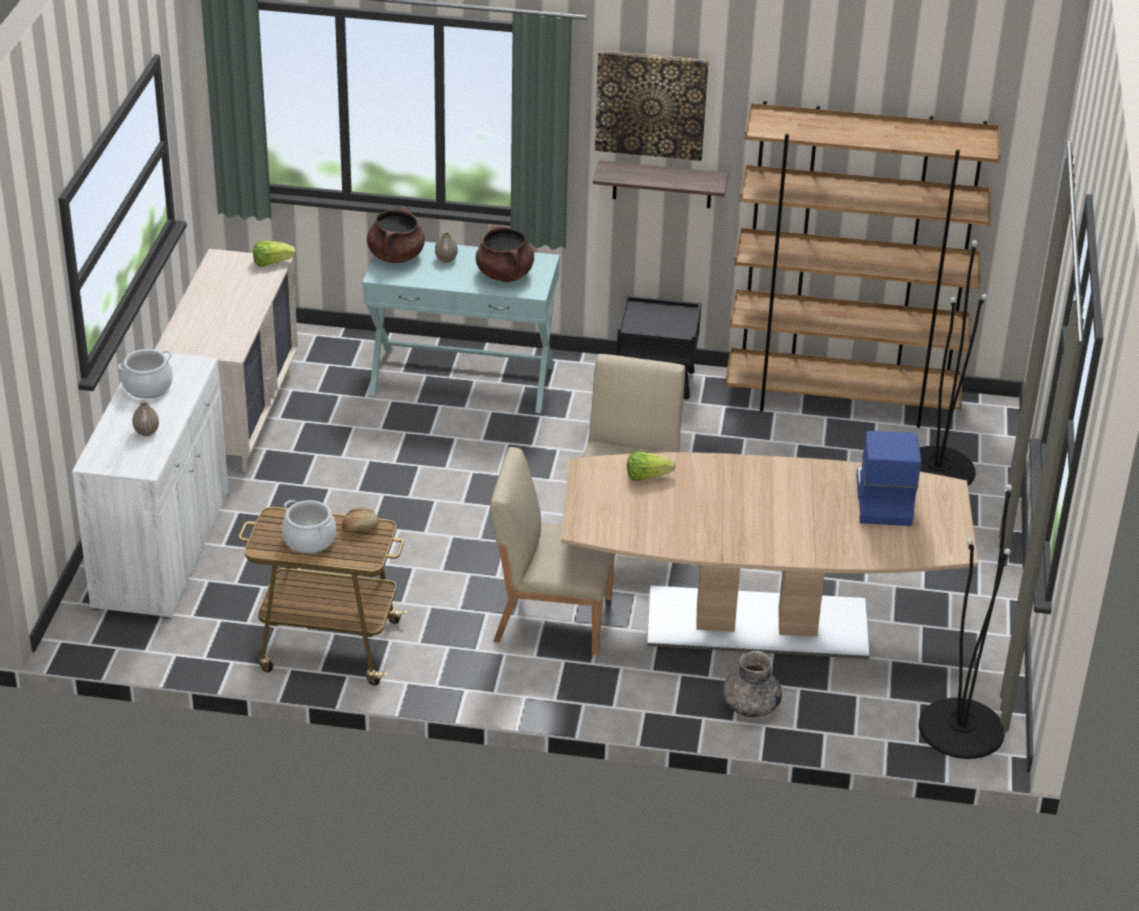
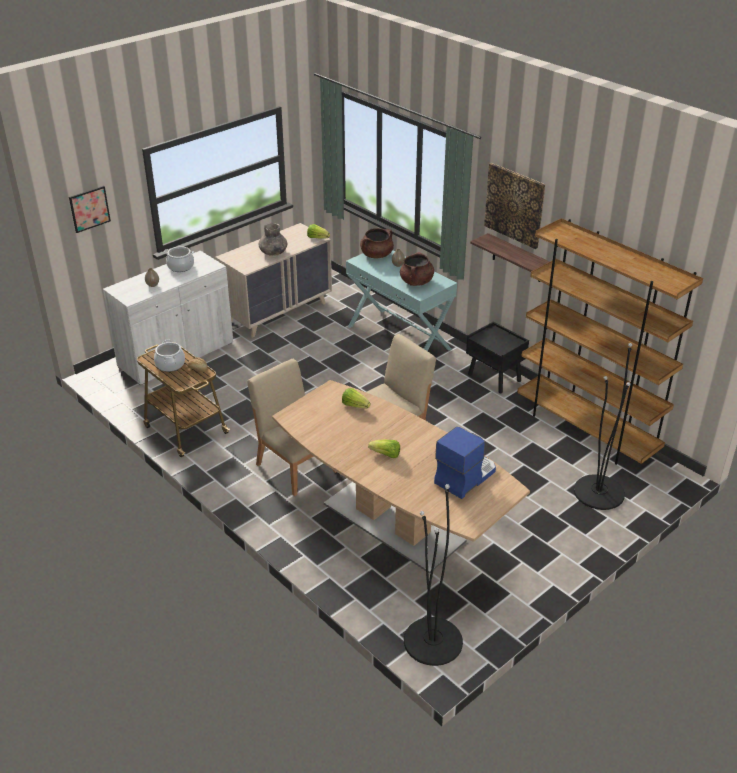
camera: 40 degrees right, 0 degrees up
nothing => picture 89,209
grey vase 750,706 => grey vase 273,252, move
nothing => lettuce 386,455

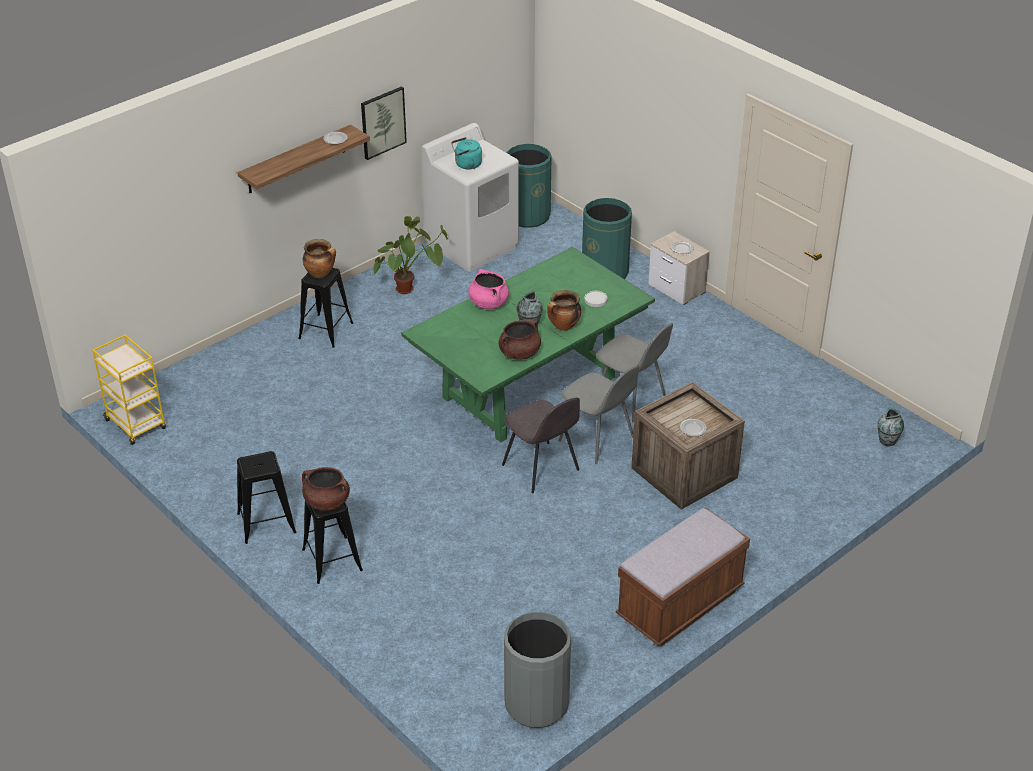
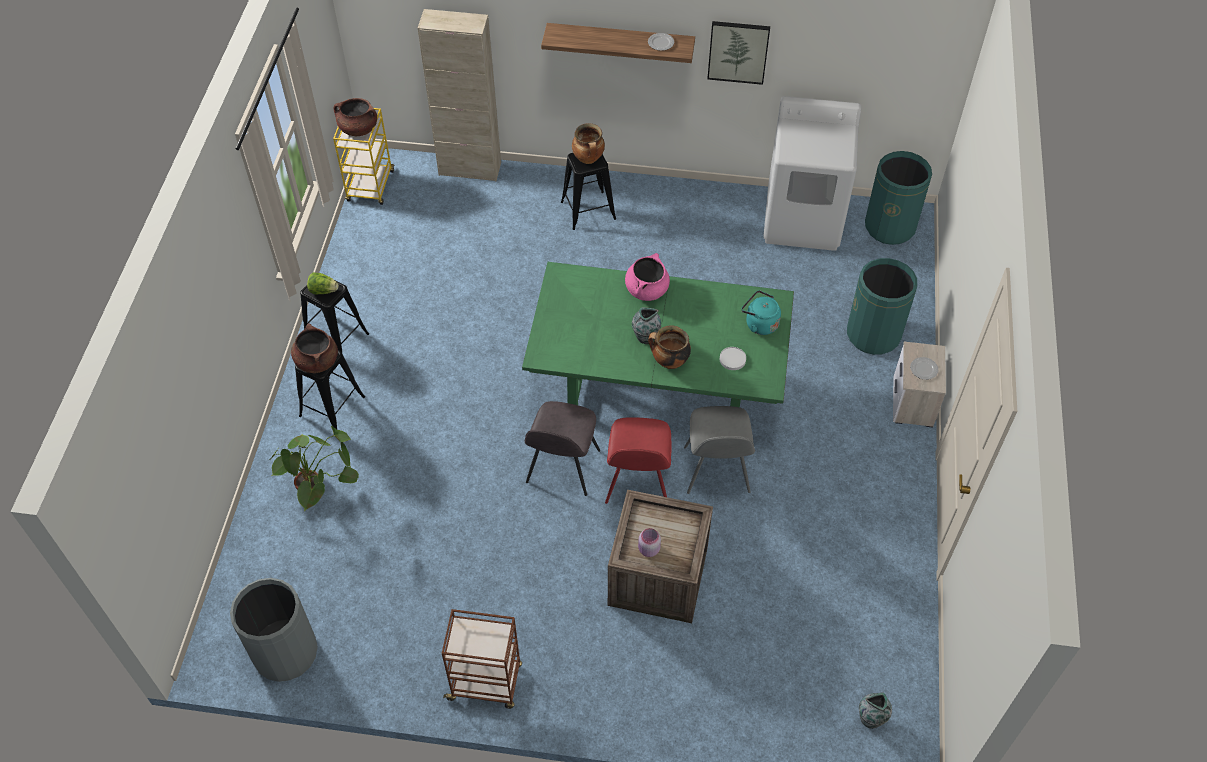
camera: 50 degrees right, 15 degrees up
potted plant 411,285 => potted plant 322,491, move
nothing => lettuce 323,290
brown cooking pot 519,353 => brown cooking pot 358,129, move
nothing => beige cabinet 470,169
brown bench 680,604 => brown cart 486,682
grey chair 598,440 => red chair 638,483
plate 693,429 => pink jar 648,550
turquoise kettle 466,165 => turquoise kettle 759,323, move

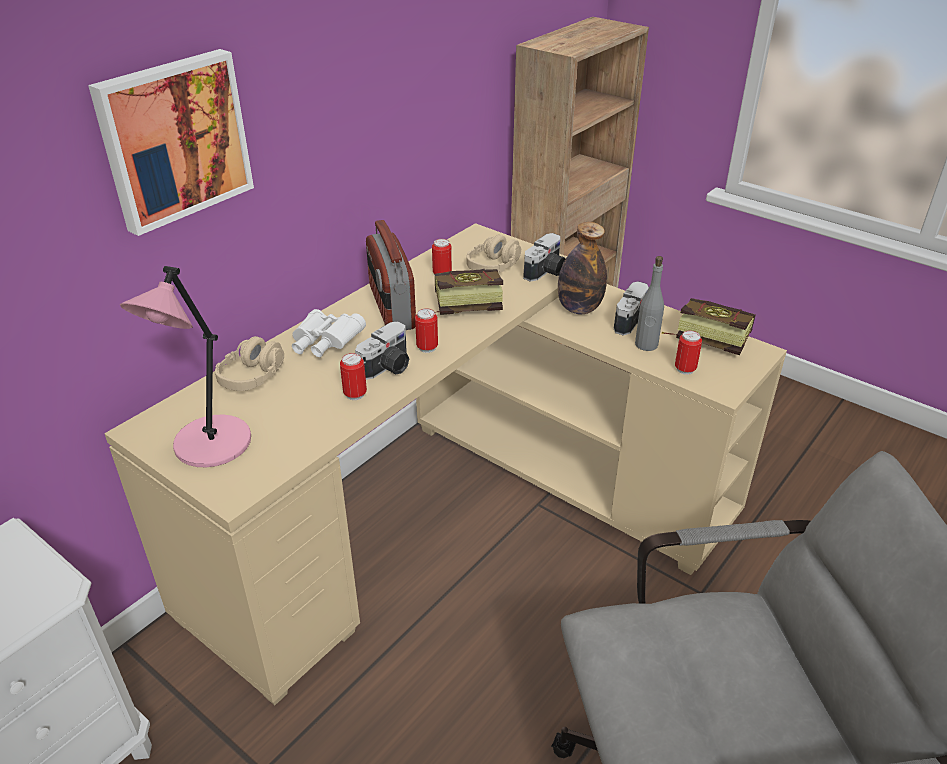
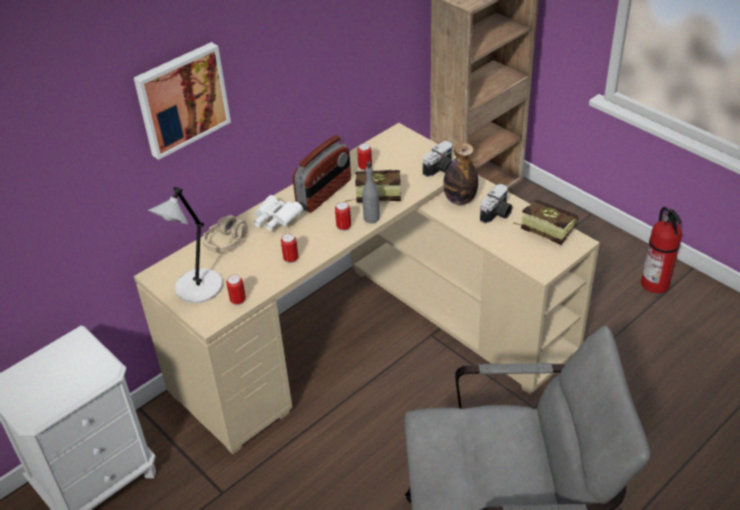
camera: 10 degrees right, 5 degrees up
pink table lamp 210,445 => grey table lamp 197,289
can 685,369 => can 238,301, move
radio 391,307 => radio 324,194, 135 degrees counterclockwise
grey bottle 646,345 => grey bottle 371,218, move
nothing => fire extinguisher 655,284
photo camera 388,368 => nothing
beige headphones 493,266 => nothing

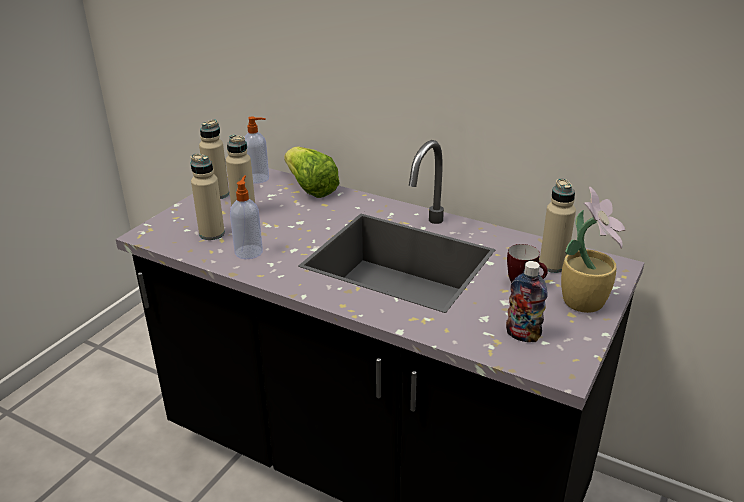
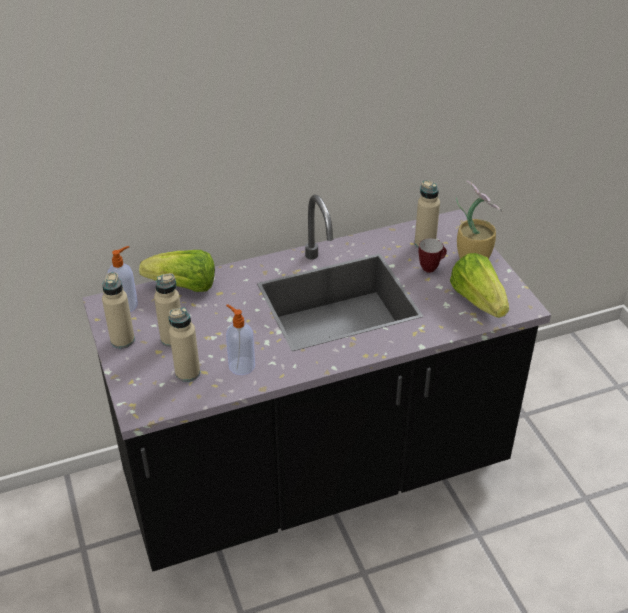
camera: 50 degrees left, 10 degrees up
bottle 522,335 => lettuce 478,300

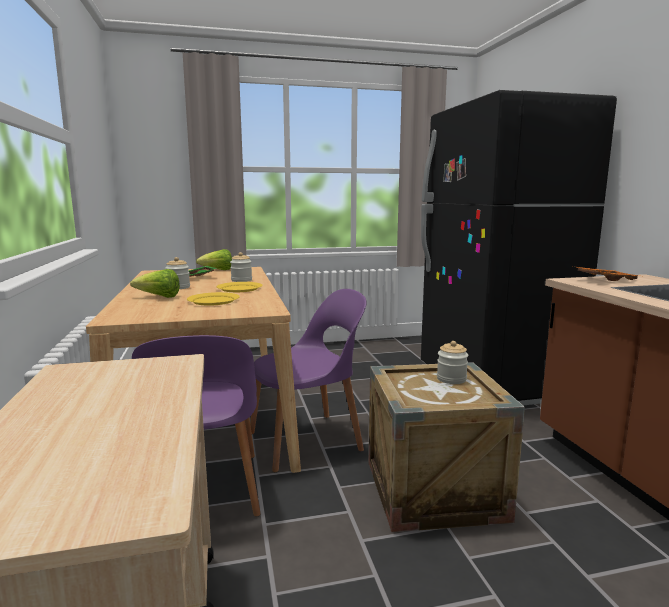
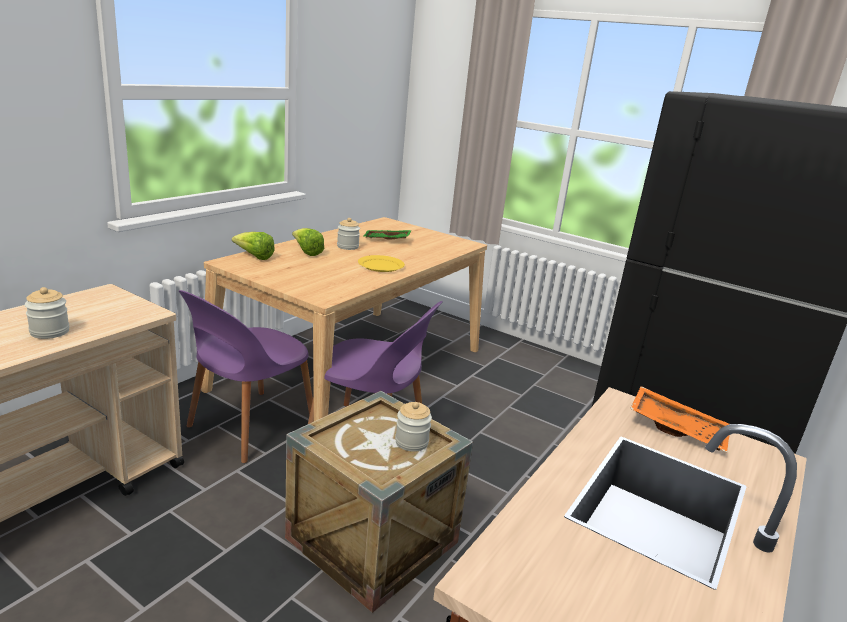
camera: 45 degrees right, 10 degrees up
jar 241,280 => jar 50,332, move
lettuce 217,270 => lettuce 254,257, move
yellow plate 214,301 => nothing

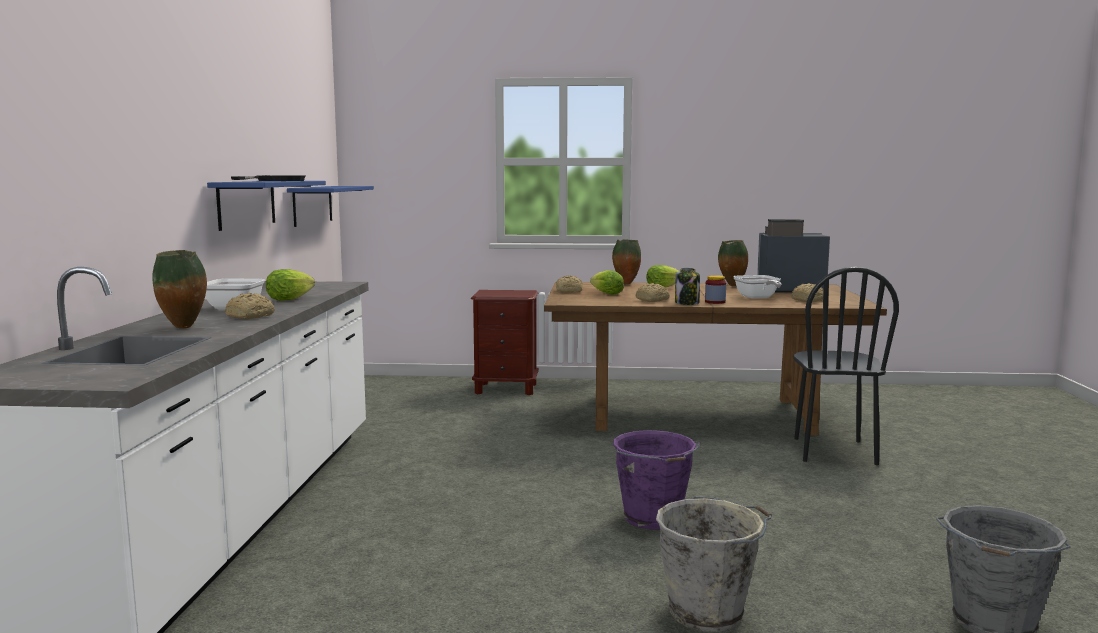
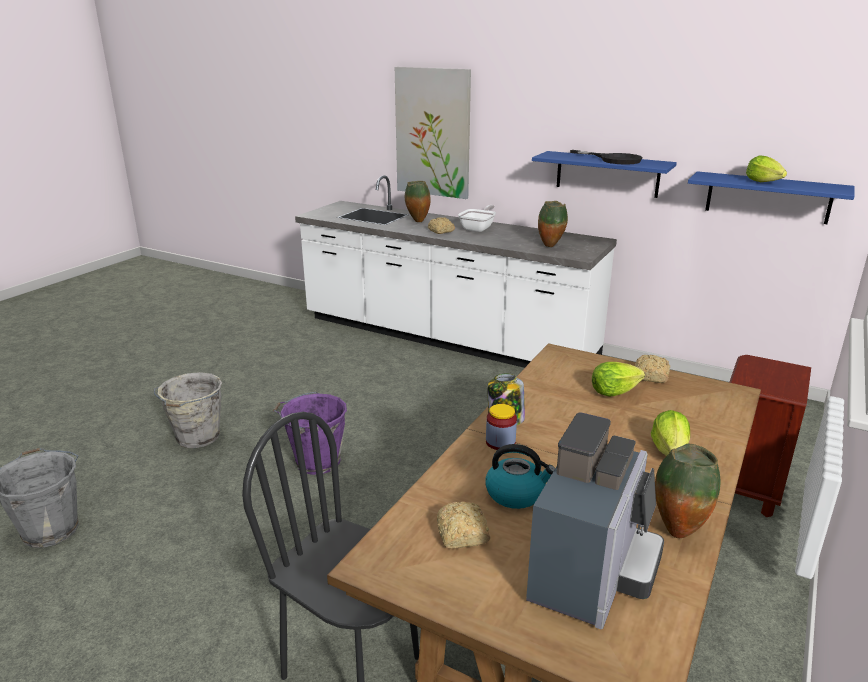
camera: 115 degrees right, 15 degrees up
nothing => picture 433,133
frying pan 757,298 => kettle 516,494
vase 625,284 => vase 551,246, move
lettuce 289,299 => lettuce 763,182, move
bread 653,300 => nothing

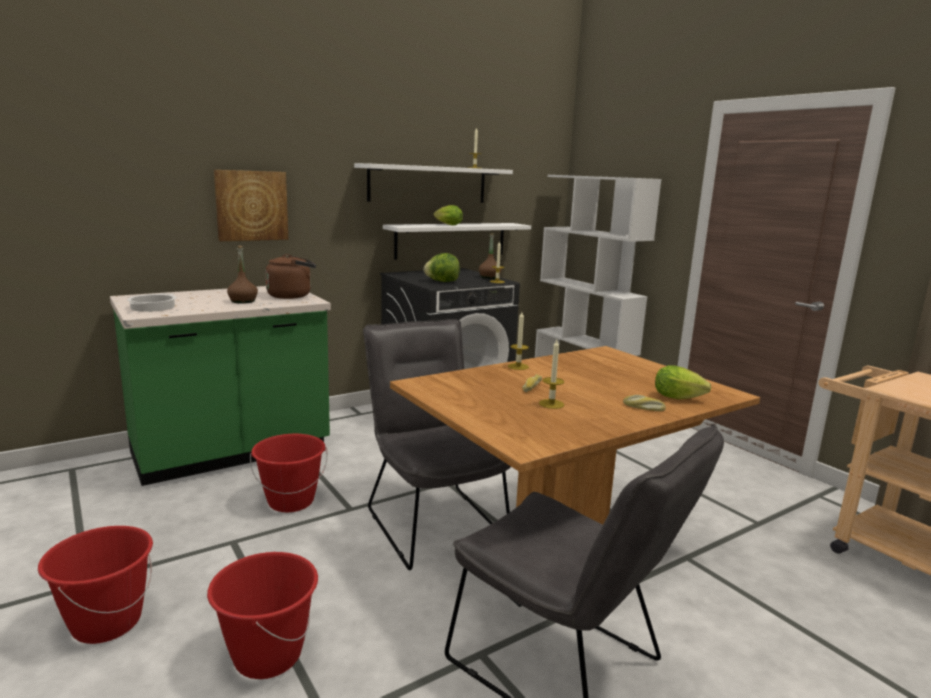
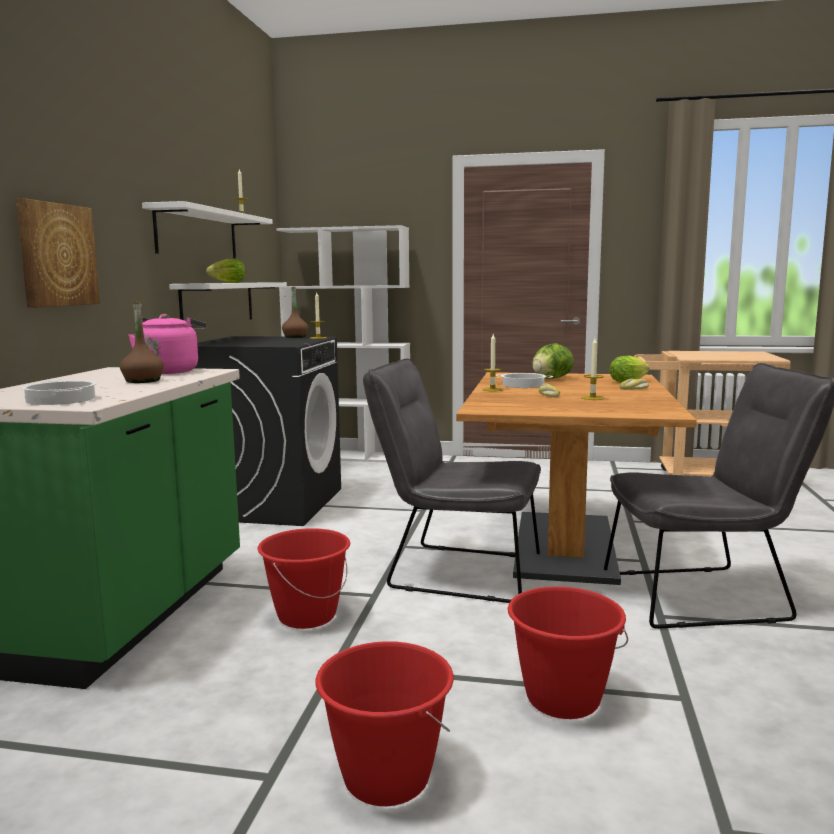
camera: 45 degrees left, 5 degrees down
brown kettle 292,296 => pink kettle 170,371
nothing => cooking pot 522,385
lettuce 442,281 => lettuce 551,378, move

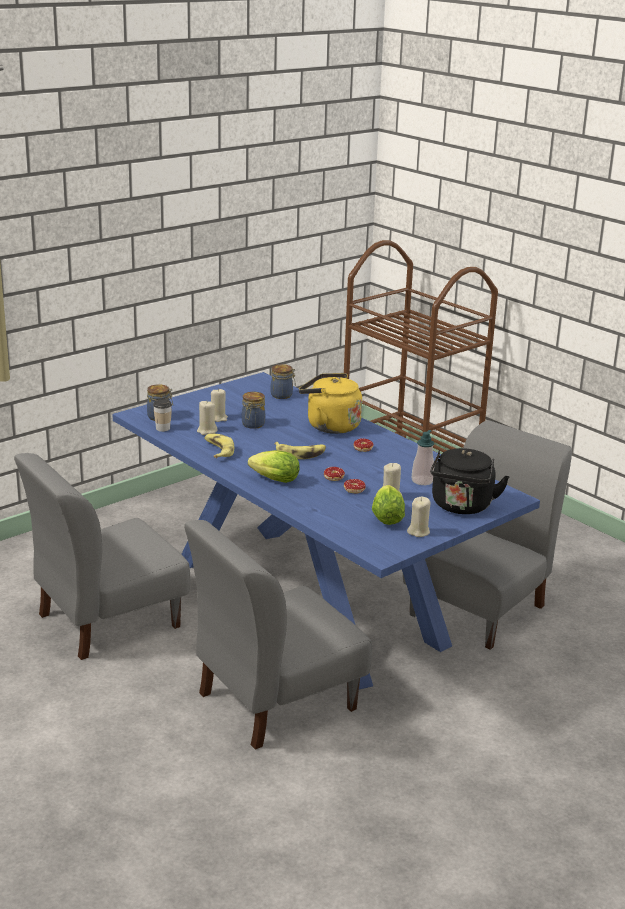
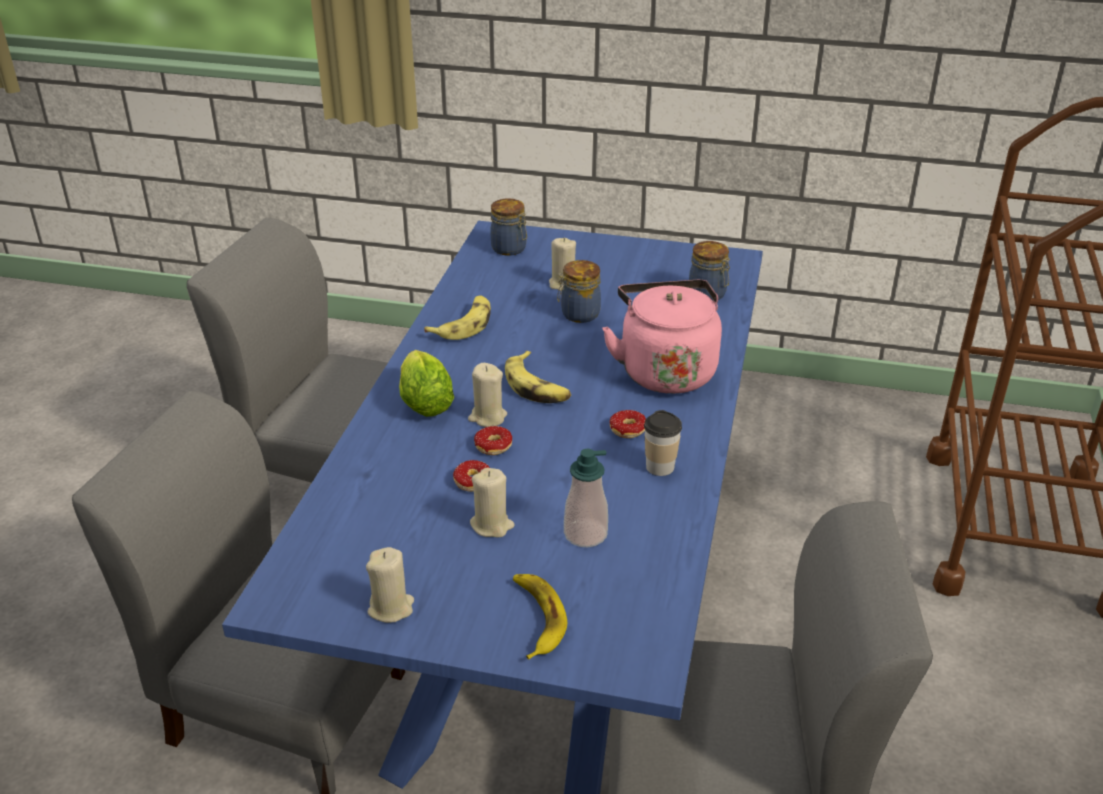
camera: 55 degrees right, 10 degrees up
beige candle 207,431 => beige candle 487,417, move
black kettle 461,507 => banana 536,618
yellow kettle 330,426 => pink kettle 665,370
cup 163,428 => cup 660,467, move
lettuce 387,517 => nothing

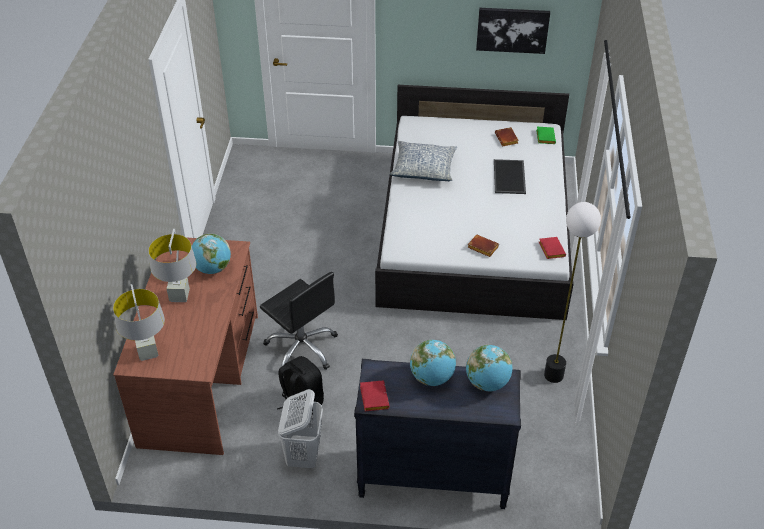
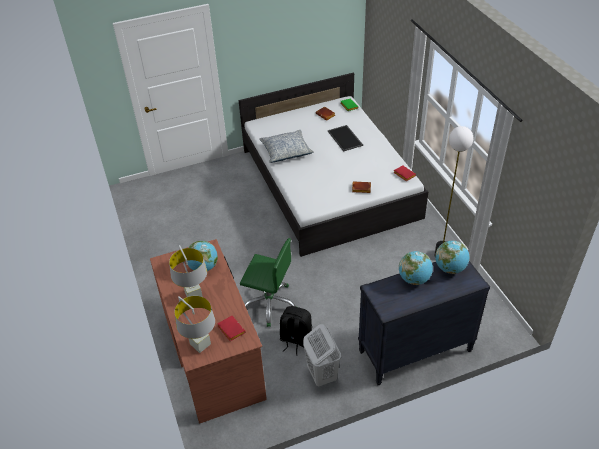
camera: 25 degrees left, 0 degrees up
red book 373,397 => red book 230,330, move
black office chair 302,348 => green office chair 270,303
picture 512,29 => nothing

